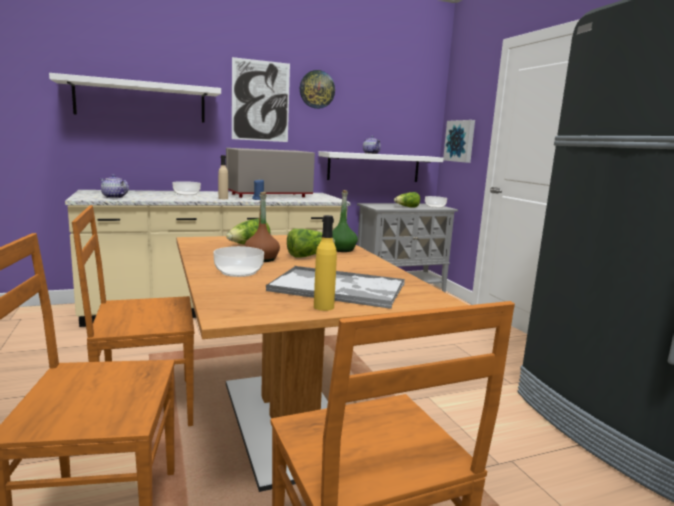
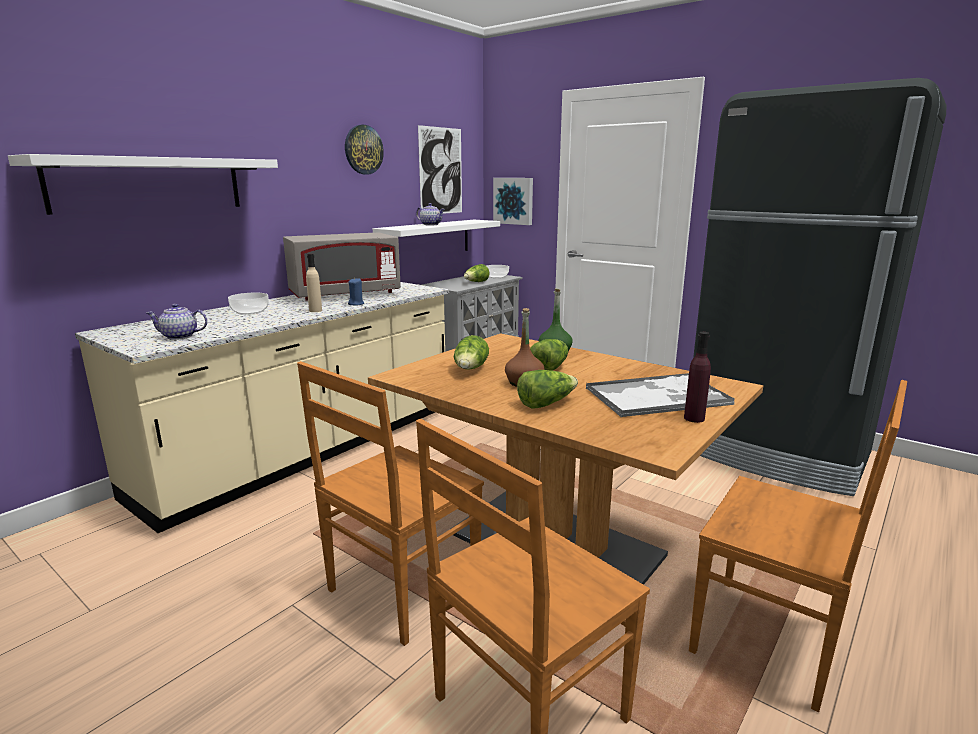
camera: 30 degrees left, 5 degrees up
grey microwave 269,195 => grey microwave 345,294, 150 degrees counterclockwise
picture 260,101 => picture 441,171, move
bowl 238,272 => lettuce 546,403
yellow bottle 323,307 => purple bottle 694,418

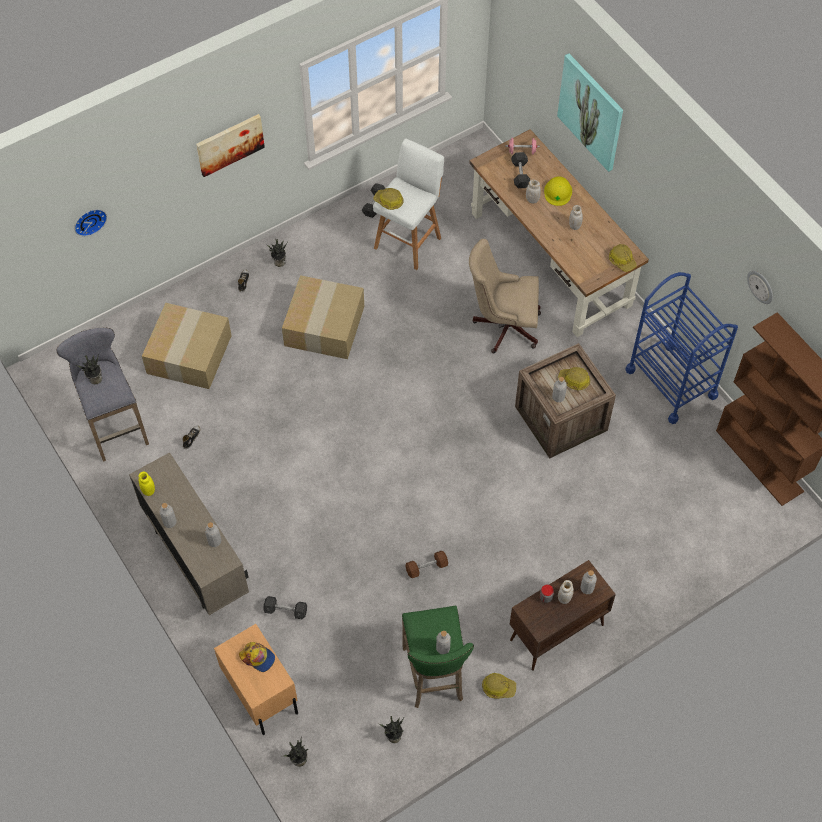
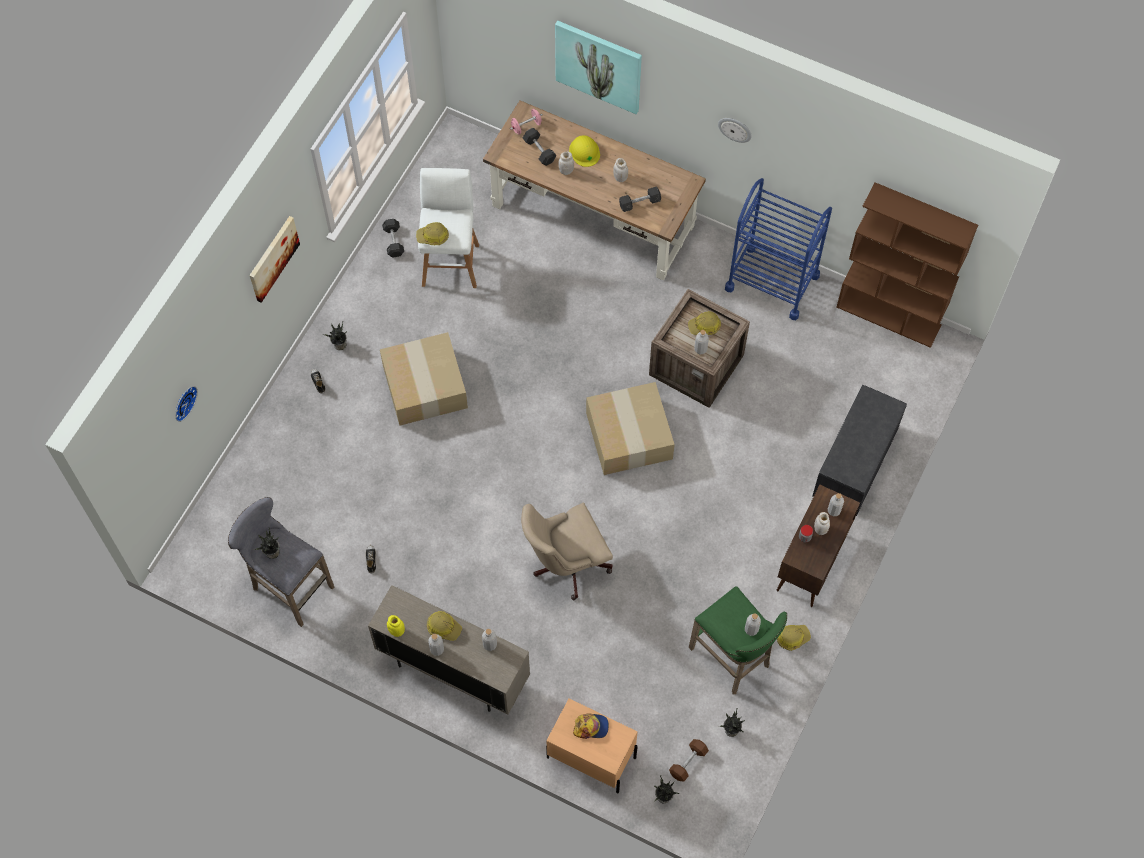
camera: 30 degrees left, 5 degrees up
hard hat 622,260 => hard hat 443,627, move
beige office chair 503,325 => beige office chair 566,563, move
cardboard box 188,353 => cardboard box 627,435, move
grey dumbbell 285,610 => grey dumbbell 639,203, move
brown dumbbell 426,567 => brown dumbbell 688,762, move
wall clock 761,286 => wall clock 735,129, move
nothing => grey bench 855,464

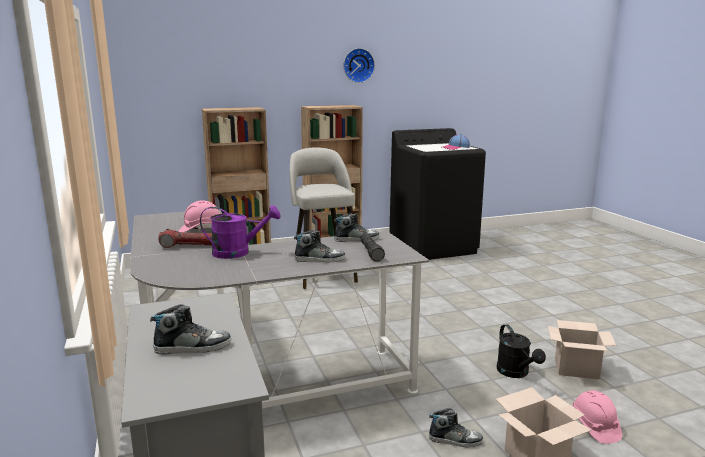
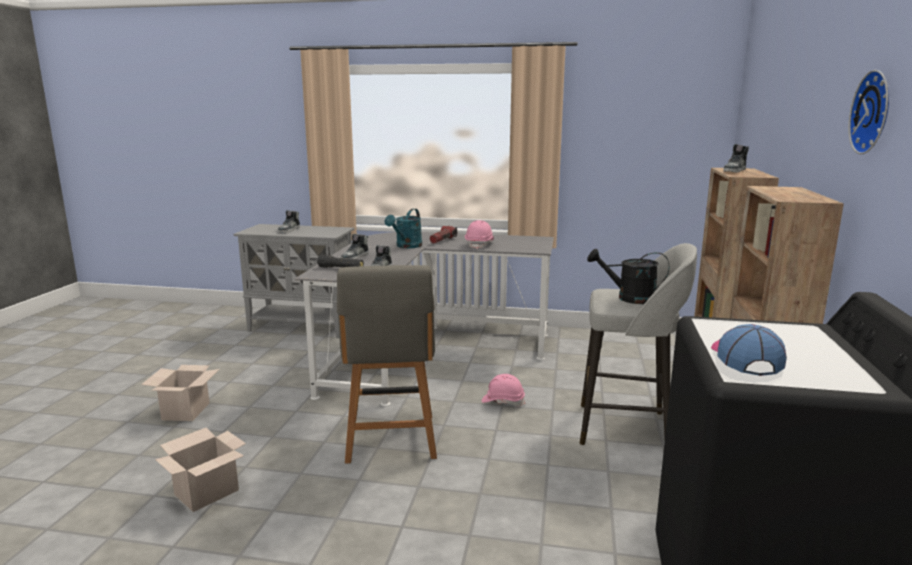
camera: 120 degrees right, 0 degrees up
nothing => grey chair 391,440
purple watering can 238,252 => turquoise watering can 406,246
pink hard hat 594,427 => pink hard hat 503,401, move
black watering can 516,373 => black watering can 629,298, move
shoe 455,440 => shoe 734,171, move

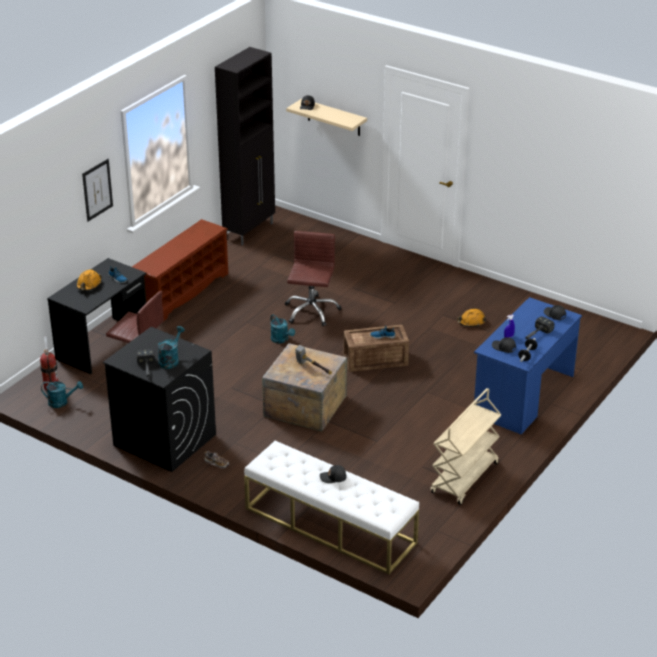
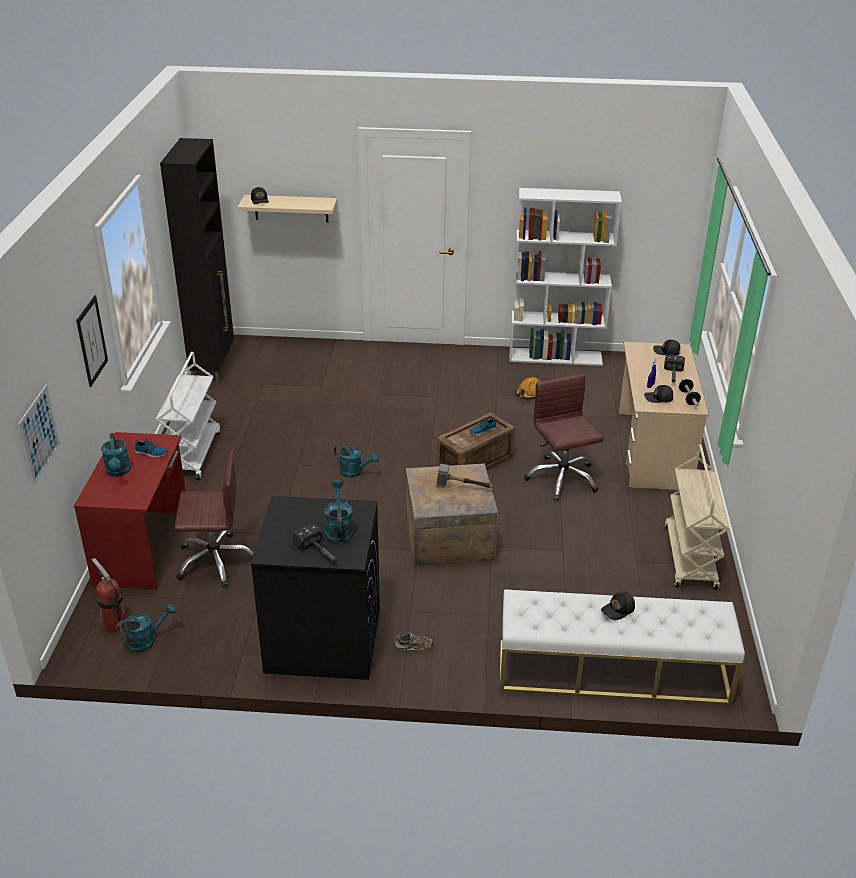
camera: 30 degrees left, 0 degrees up
nothing => picture 39,434
black desk 103,345 => red desk 144,547
orange hard hat 88,285 => turquoise watering can 118,472
brown shoe rack 182,292 => white cart 192,454
nothing => white bookcase 556,357
brown office chair 311,311 => brown office chair 562,478, move
blue desk 523,396 => beige desk 653,450

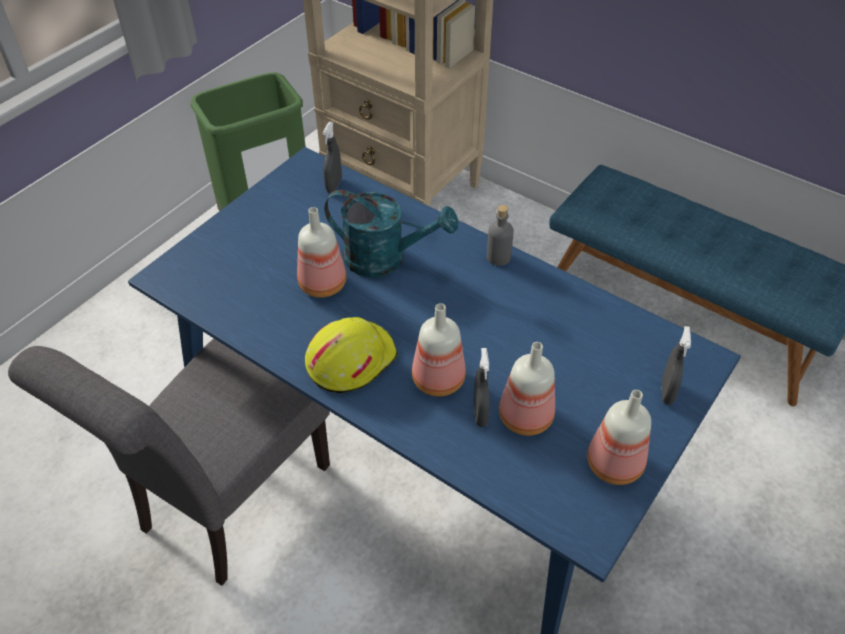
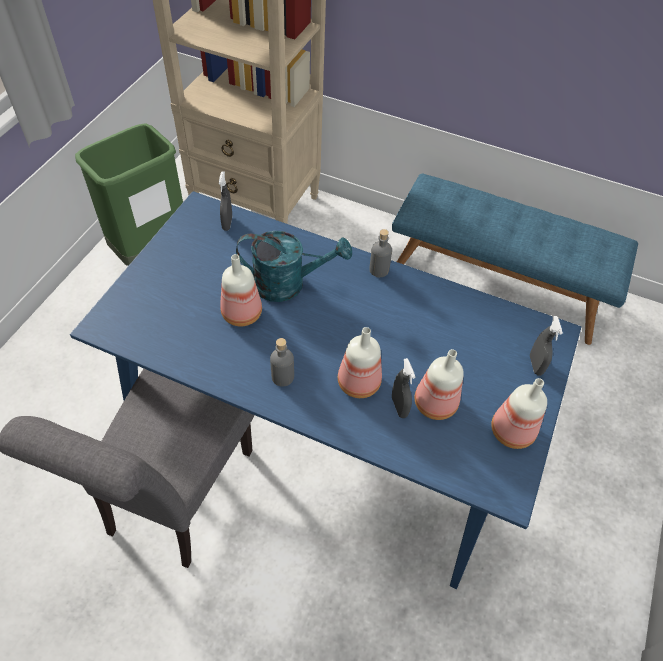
camera: 15 degrees left, 5 degrees up
yellow hard hat 350,359 => grey bottle 282,377

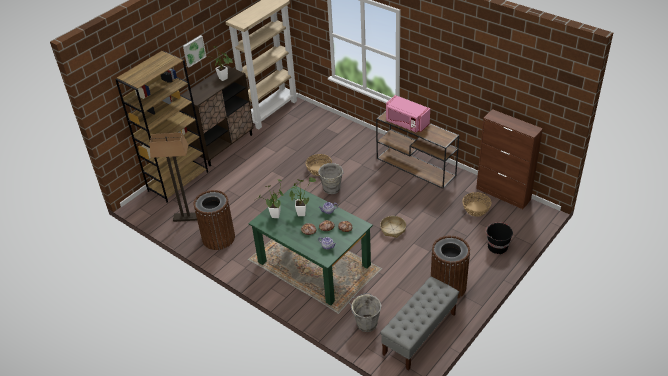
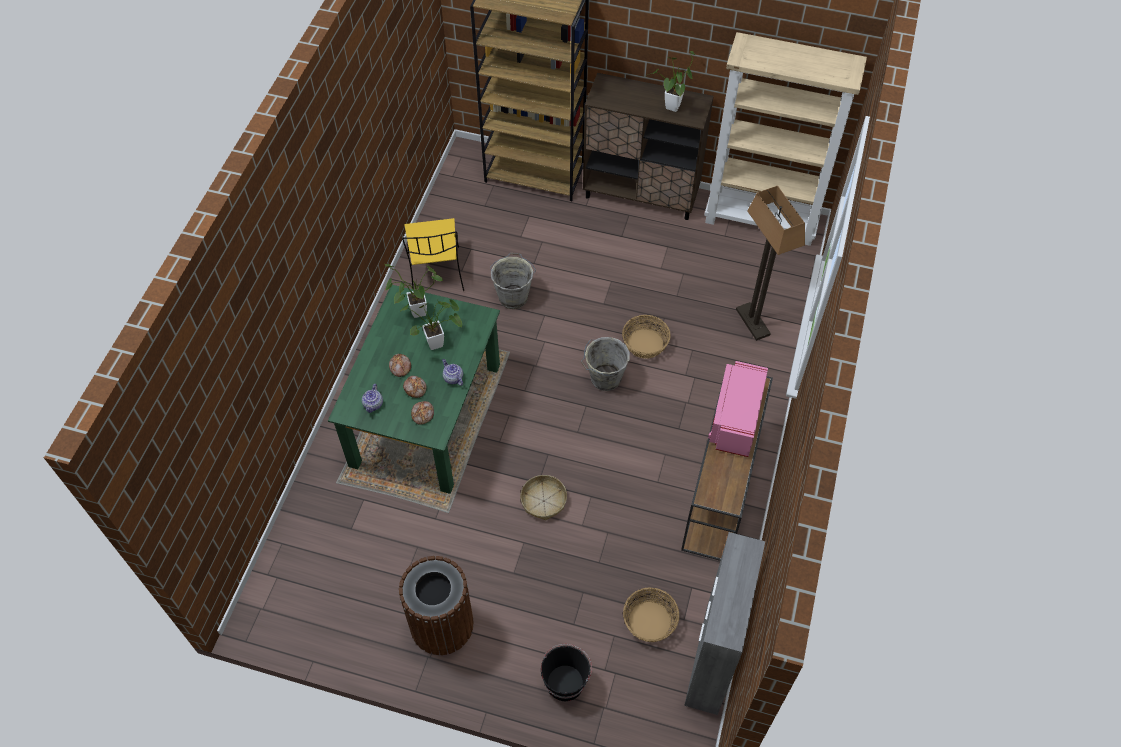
camera: 65 degrees right, 15 degrees up
brown trash can 218,238 => yellow chair 436,273
grey bucket 366,323 => grey bucket 513,296, move
brown cabinet 503,194 => grey cabinet 711,660
floor lamp 186,217 => floor lamp 753,322, move
picture 193,50 => nothing
grey bench 419,334 => nothing

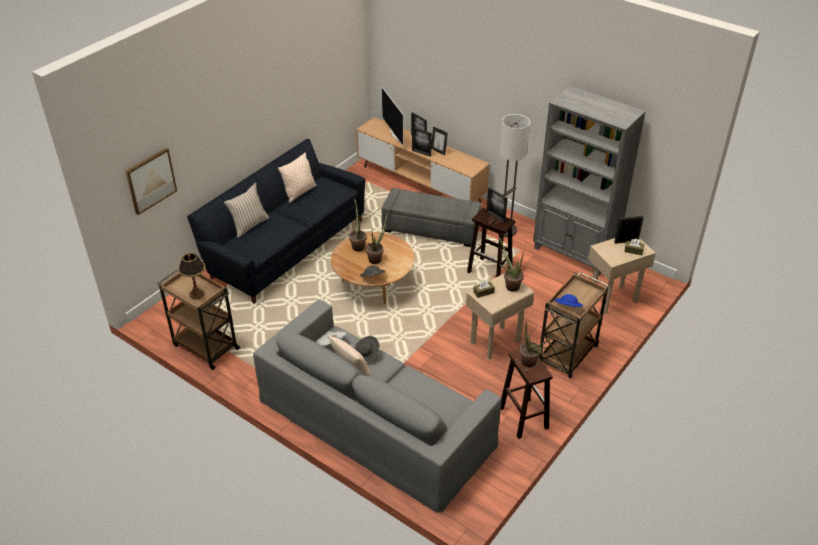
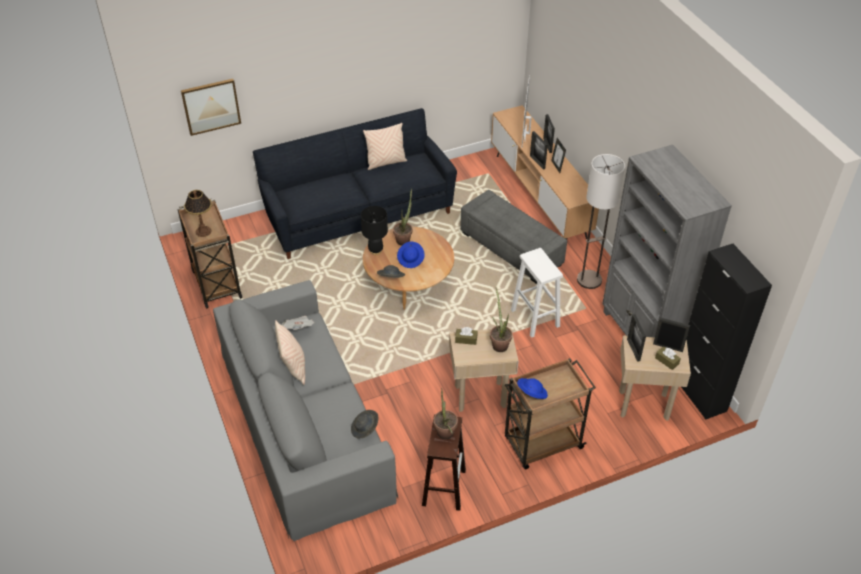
camera: 30 degrees right, 5 degrees up
grey hat 367,354 => grey hat 365,429, move
nothing => black table lamp 375,250
potted plant 376,258 => blue hat 411,259
brown stool 490,271 => white stool 535,319
picture frame 495,217 => picture frame 633,350, move
nothing => black cabinet 700,394
beige pillow 249,225 => nothing

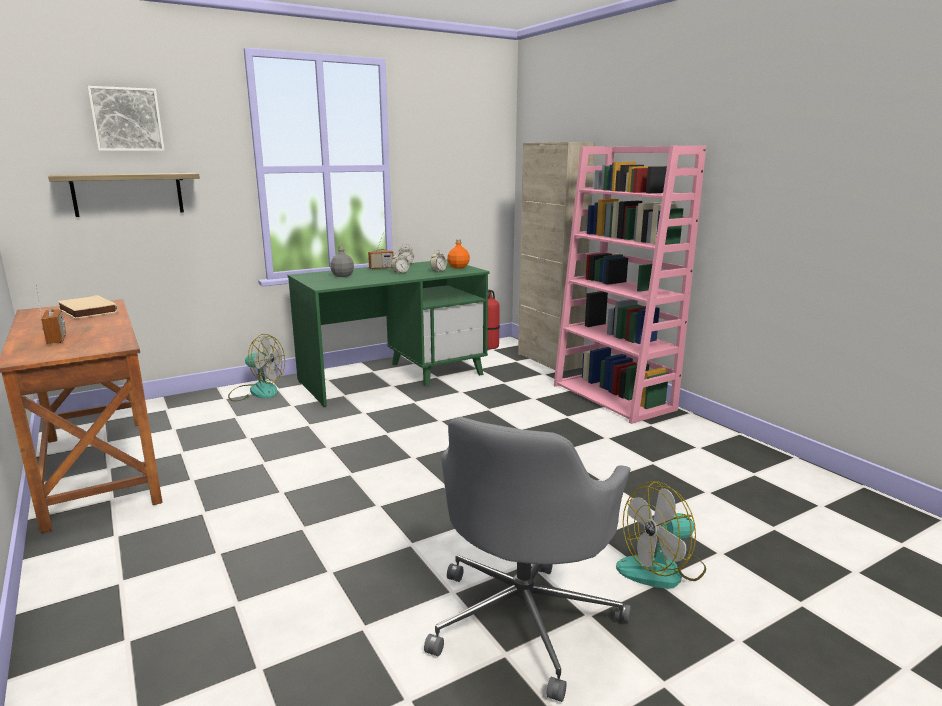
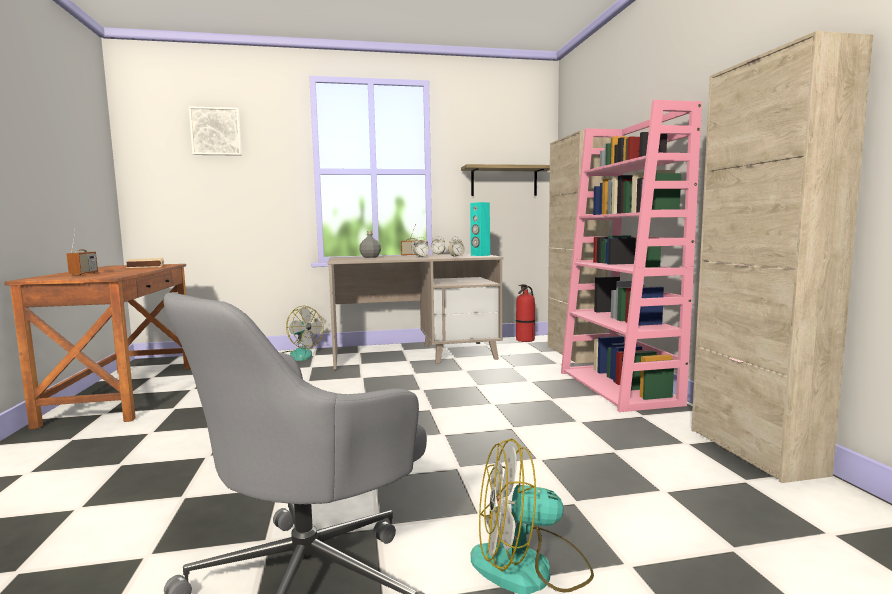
camera: 20 degrees right, 10 degrees down
green desk 394,377 => beige desk 416,355
shelf 128,194 => shelf 504,181, move
orange bottle 459,267 => turquoise speaker 480,255
nothing => beige cabinet 754,451

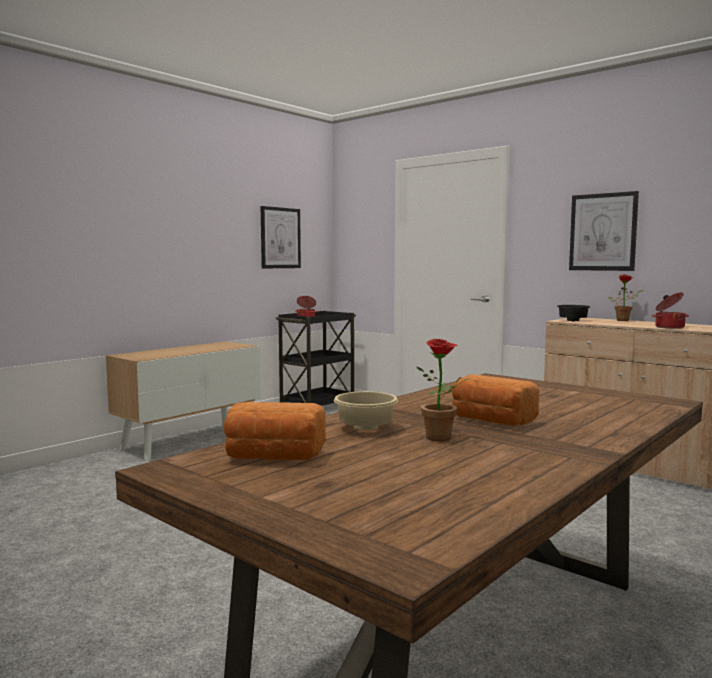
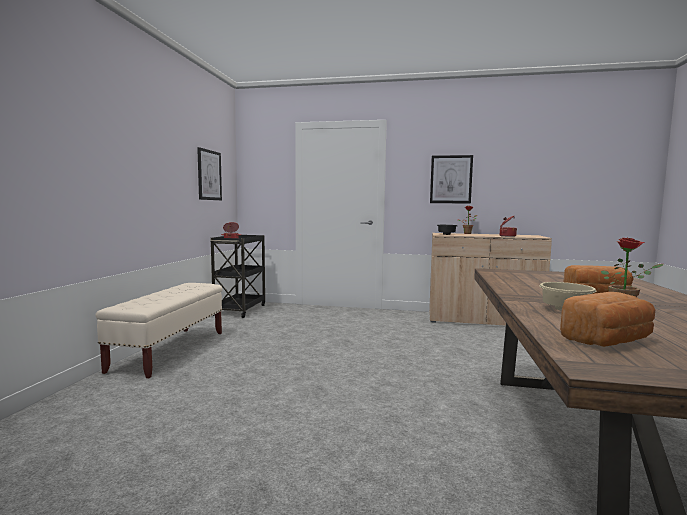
camera: 30 degrees left, 0 degrees up
cabinet 190,440 => beige bench 170,351

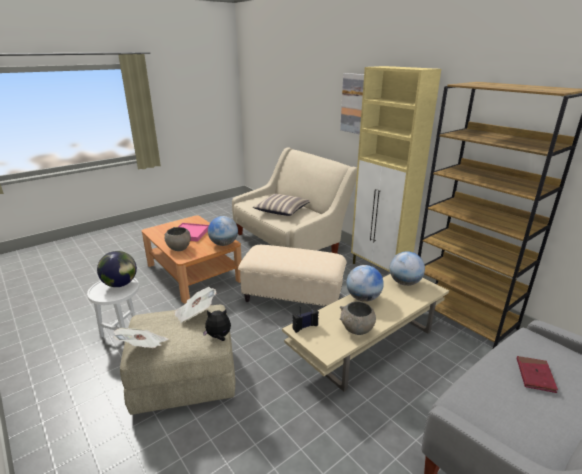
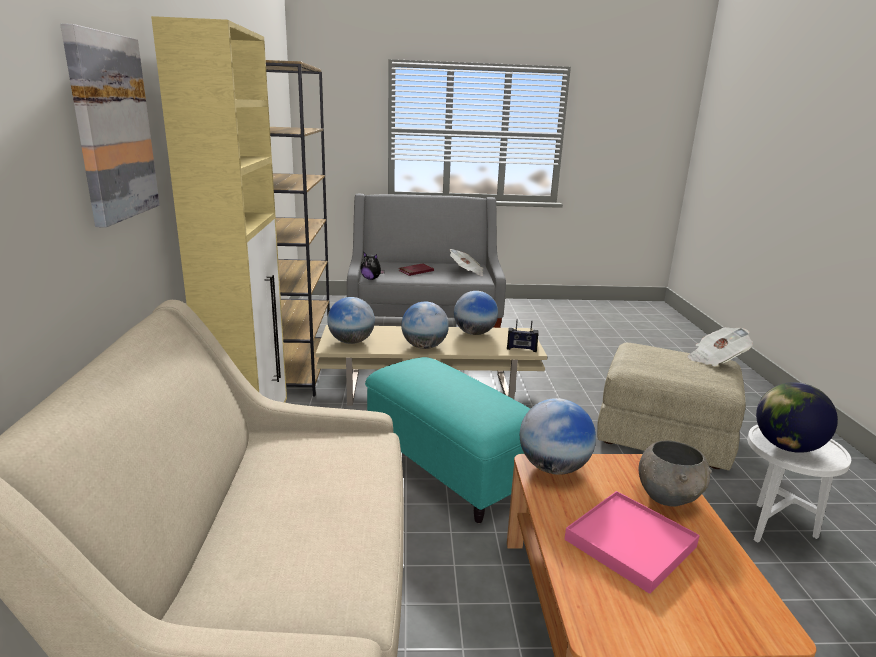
camera: 145 degrees left, 5 degrees down
plush toy 219,337 => plush toy 371,279, move
beige ottoman 293,296 => turquoise ottoman 447,467
newspaper 195,314 => newspaper 466,272, move
grey bowl 357,330 => globe 474,333
pillow 282,210 => nothing

